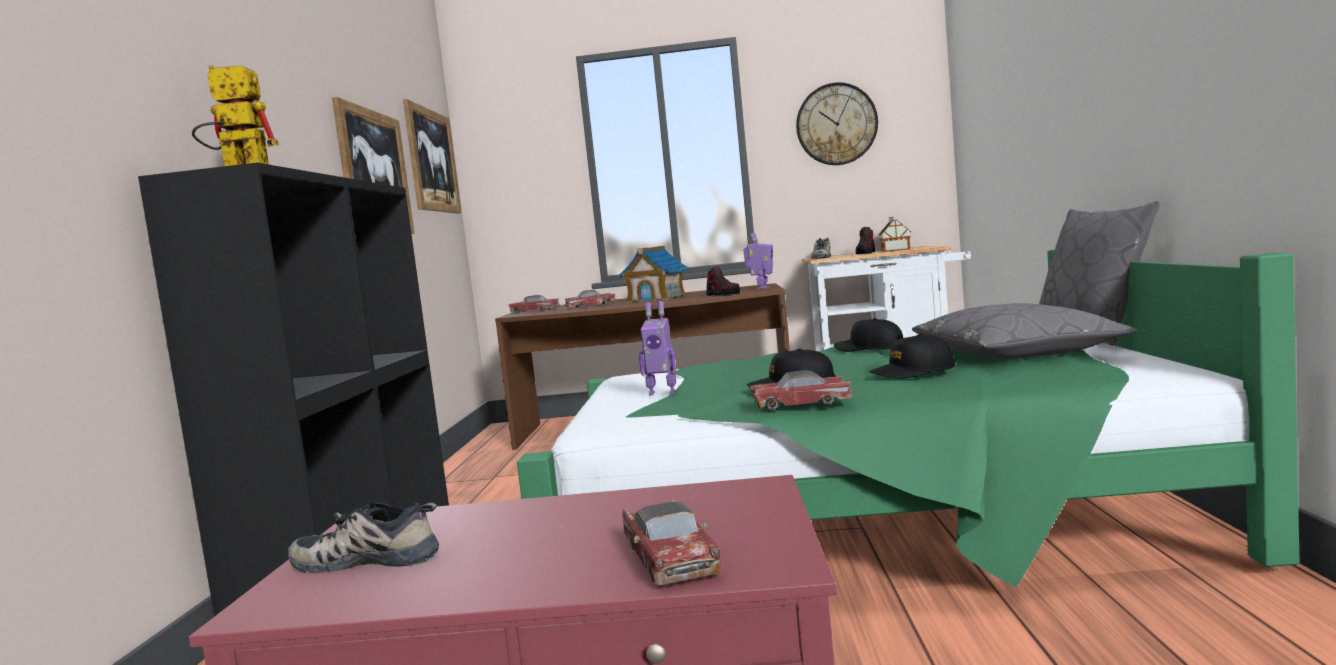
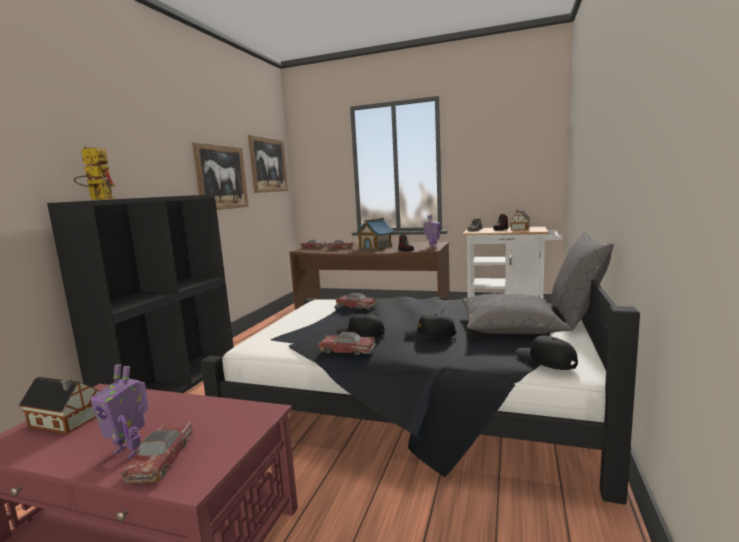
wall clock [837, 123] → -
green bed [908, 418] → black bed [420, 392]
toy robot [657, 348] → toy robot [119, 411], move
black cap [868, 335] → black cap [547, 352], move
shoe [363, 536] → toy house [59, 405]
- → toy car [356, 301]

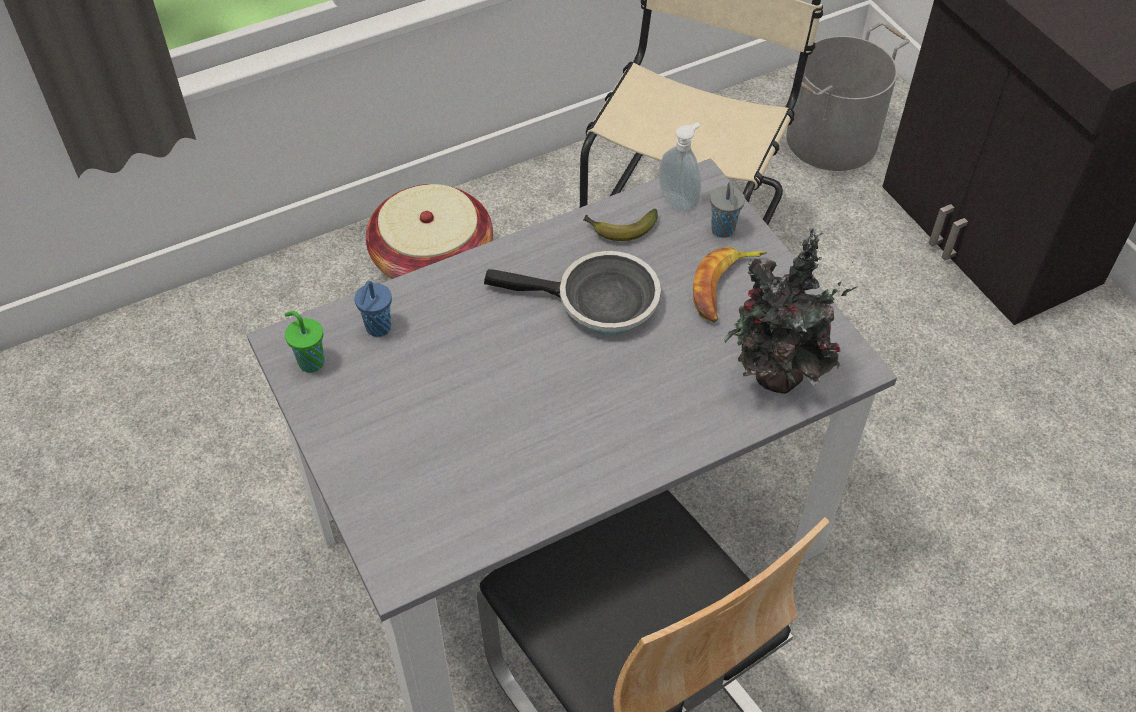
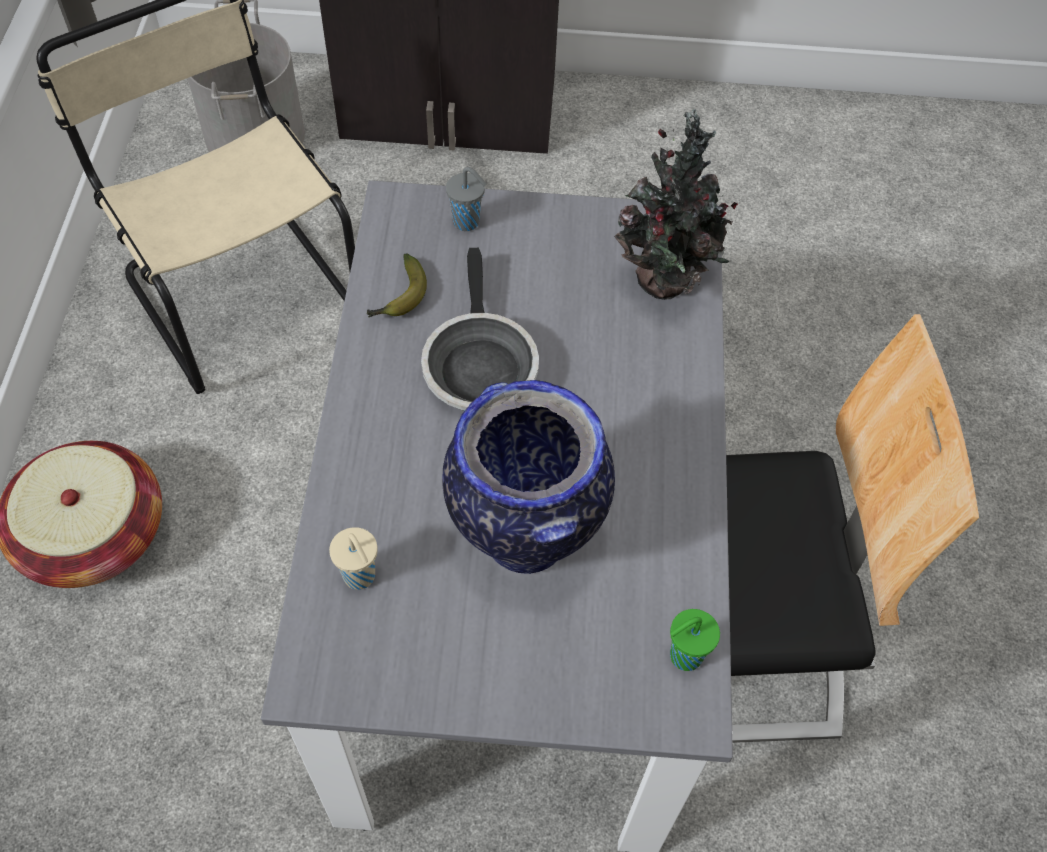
soap dispenser [680, 167] → -
banana [730, 284] → -
frying pan [572, 292] → frying pan [480, 329], 135 degrees clockwise
blue cup [373, 309] → beige cup [353, 558]
green cup [304, 342] → green cup [695, 640], move
- → vase [528, 477]

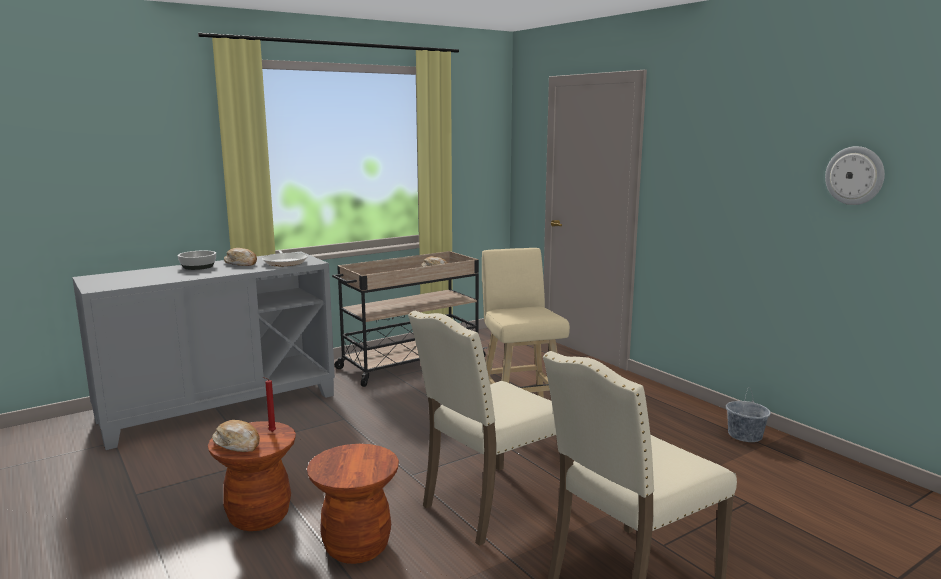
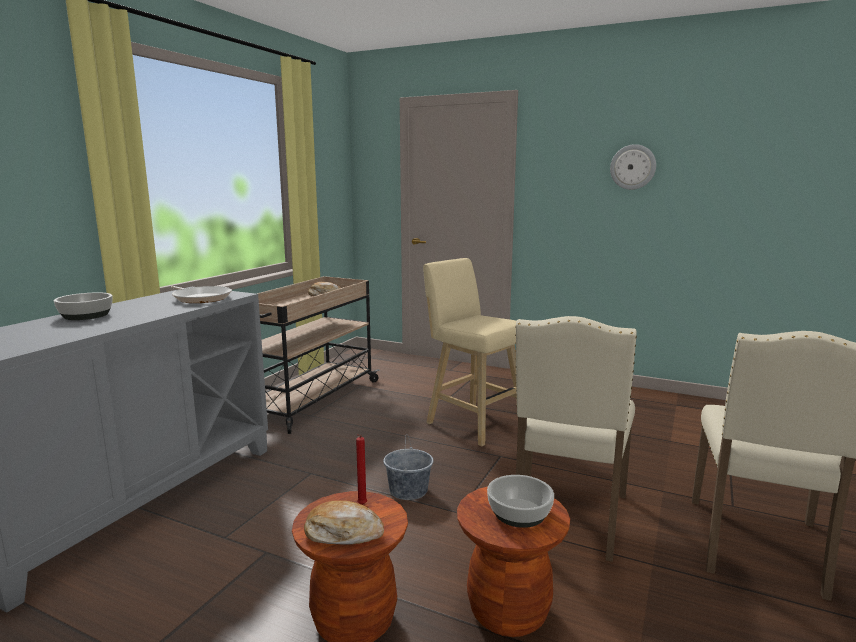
wall clock [855, 175] → wall clock [633, 167], move
bread [240, 257] → -
grey bucket [748, 414] → grey bucket [408, 467], move
- → bowl [520, 501]

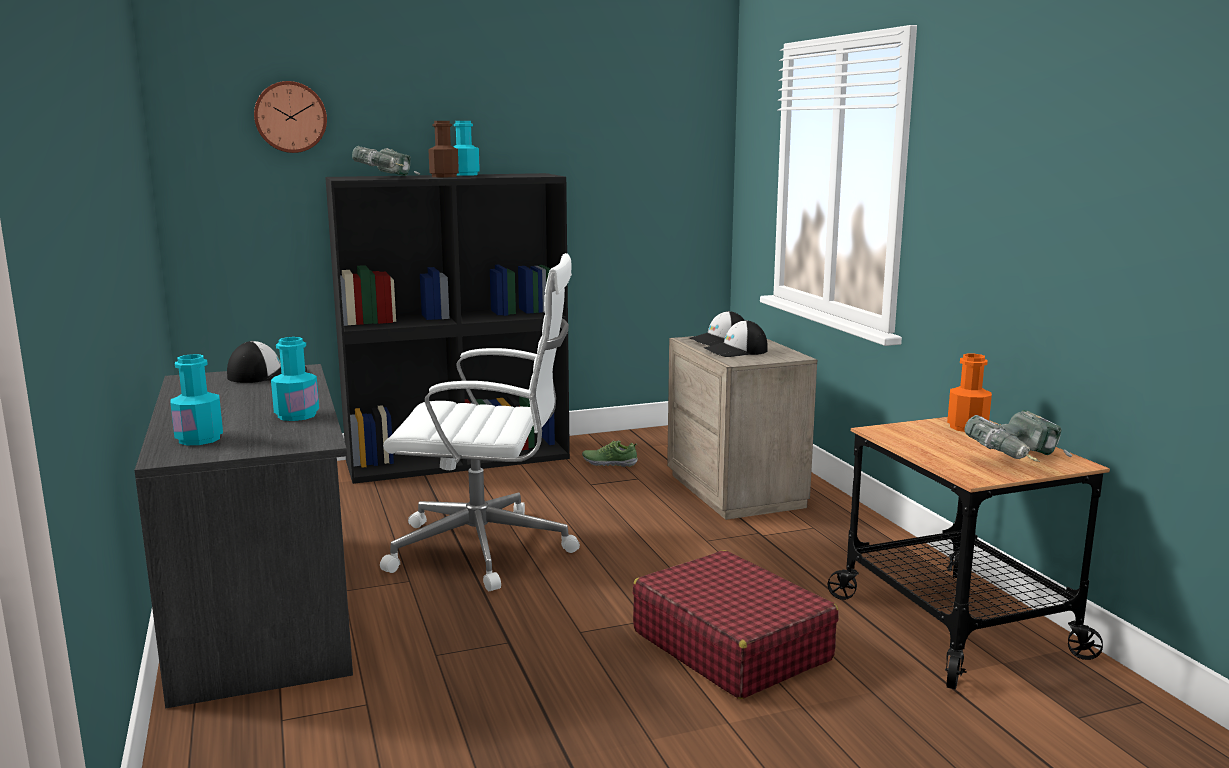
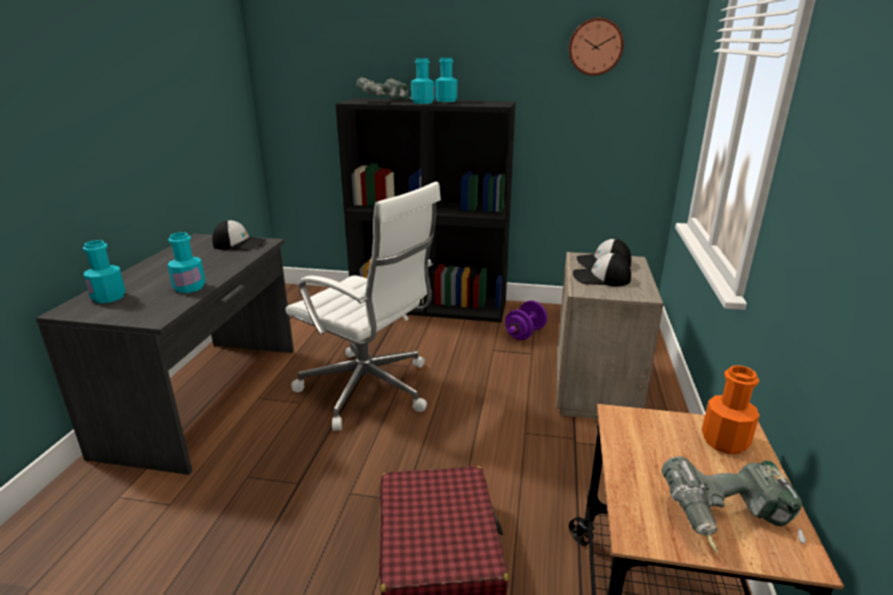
wall clock [290, 117] → wall clock [596, 47], move
brown bottle [443, 149] → turquoise bottle [422, 81]
shoe [610, 453] → purple dumbbell [526, 320]

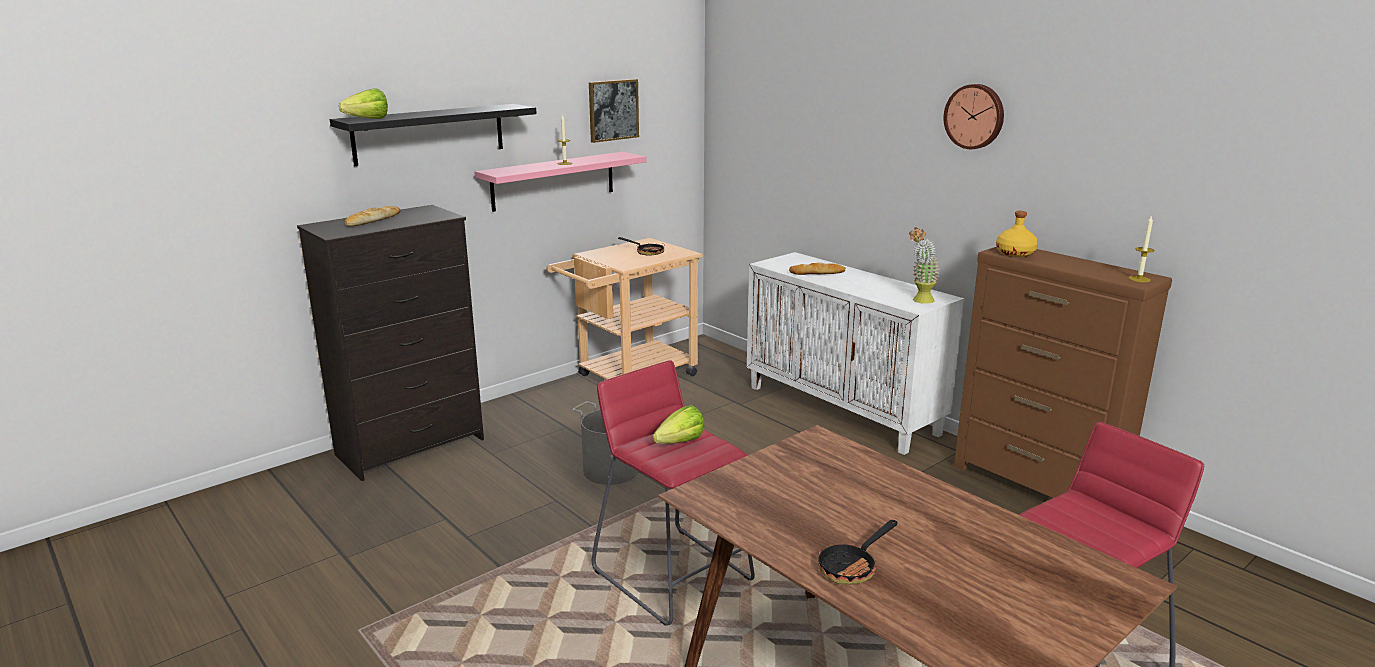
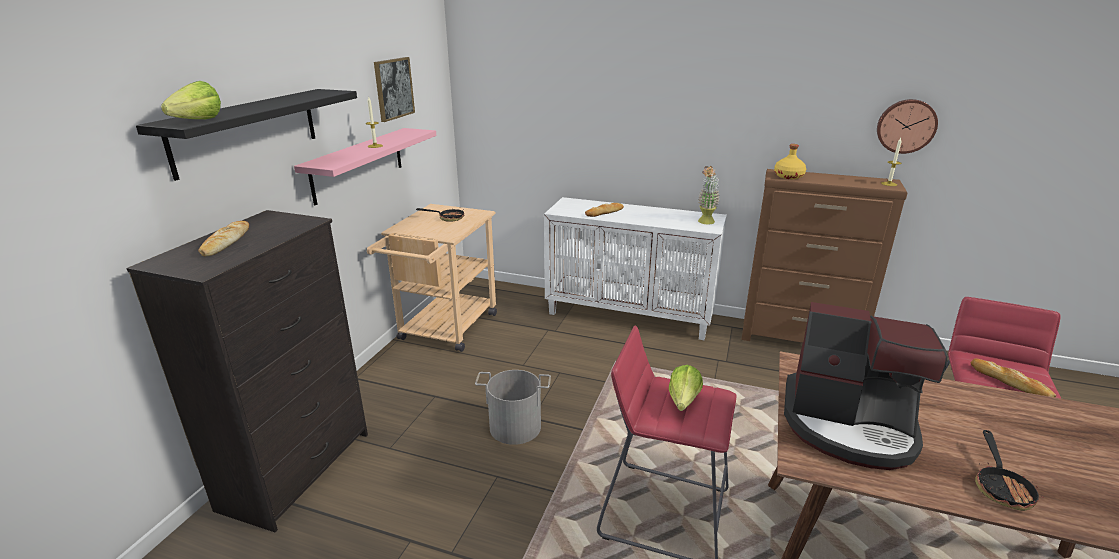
wall clock [973, 116] → wall clock [907, 126], move
- → coffee machine [866, 386]
- → bread [1013, 378]

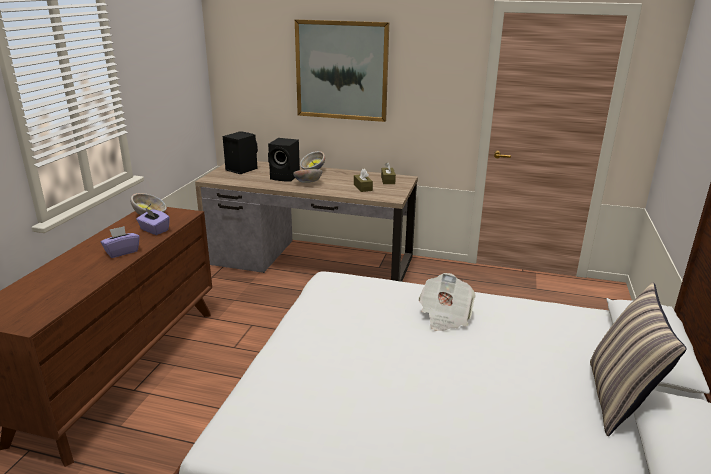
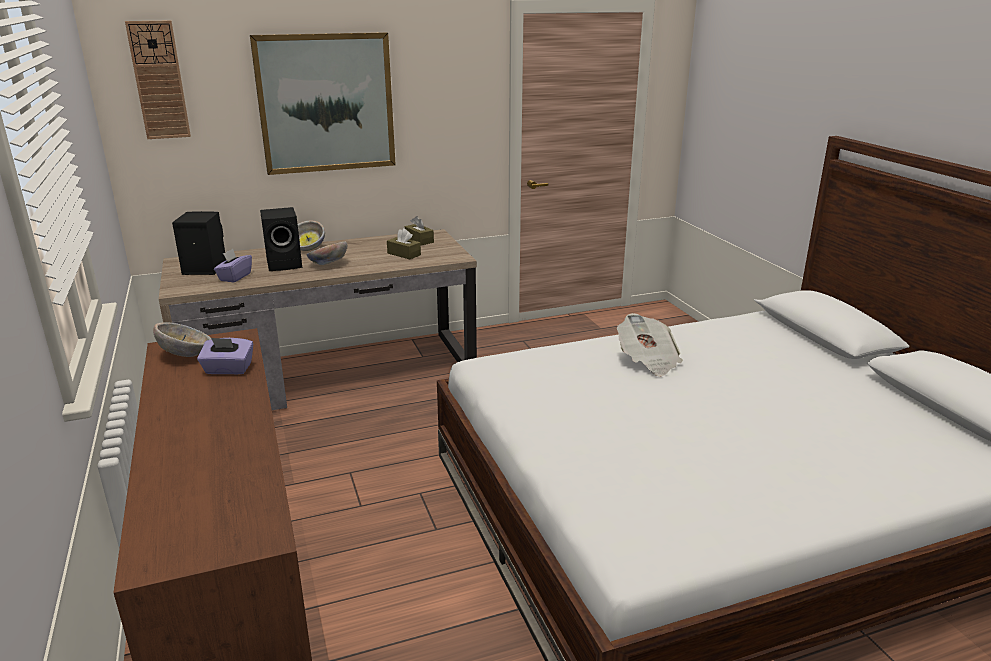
purple tissue box [120, 242] → purple tissue box [233, 265], move
pillow [638, 359] → -
- → wall clock [158, 80]

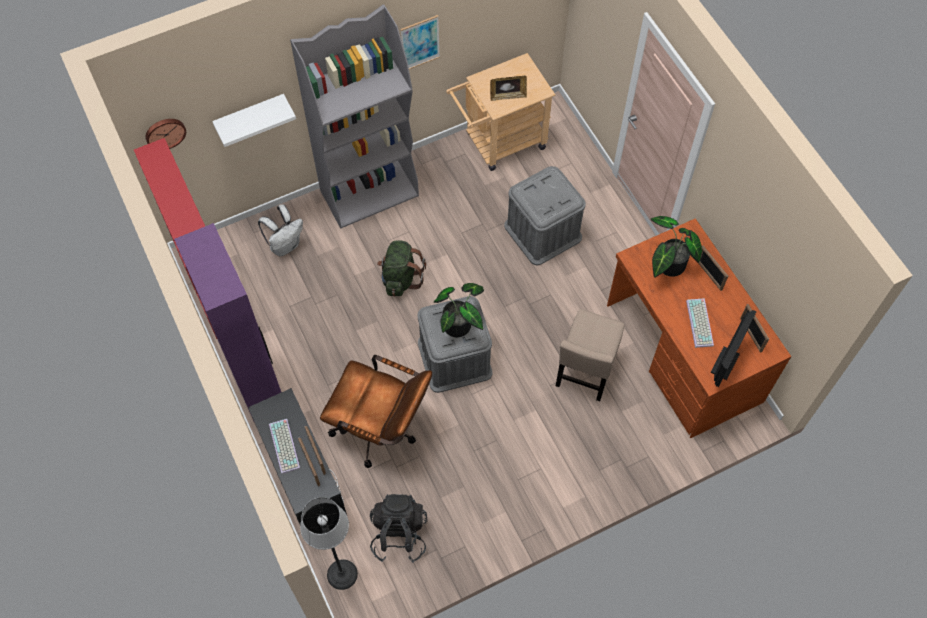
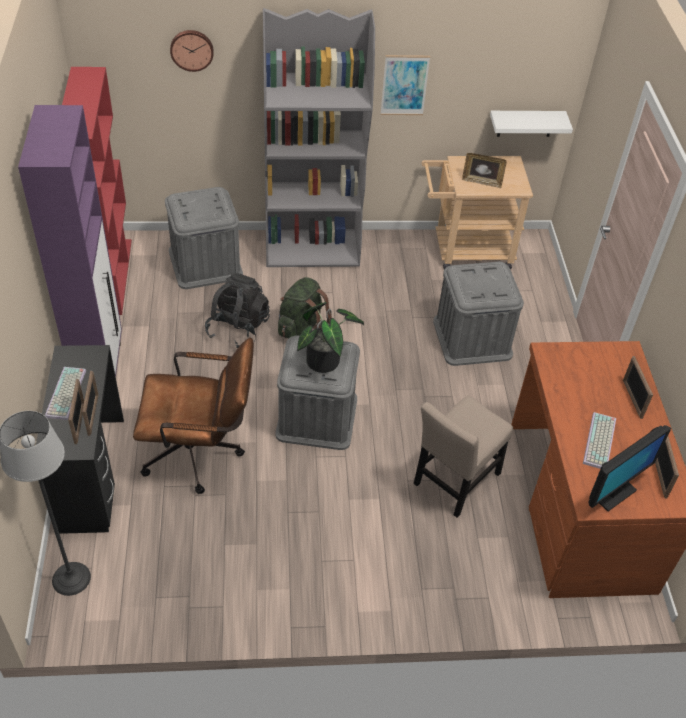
white shelf [254, 120] → white shelf [531, 124], move
wall clock [165, 134] → wall clock [192, 51], move
white backpack [280, 230] → grey storage box [204, 238]
potted plant [676, 247] → -
brown office chair [376, 411] → brown office chair [193, 415], 45 degrees counterclockwise
black backpack [398, 528] → black backpack [237, 310], move

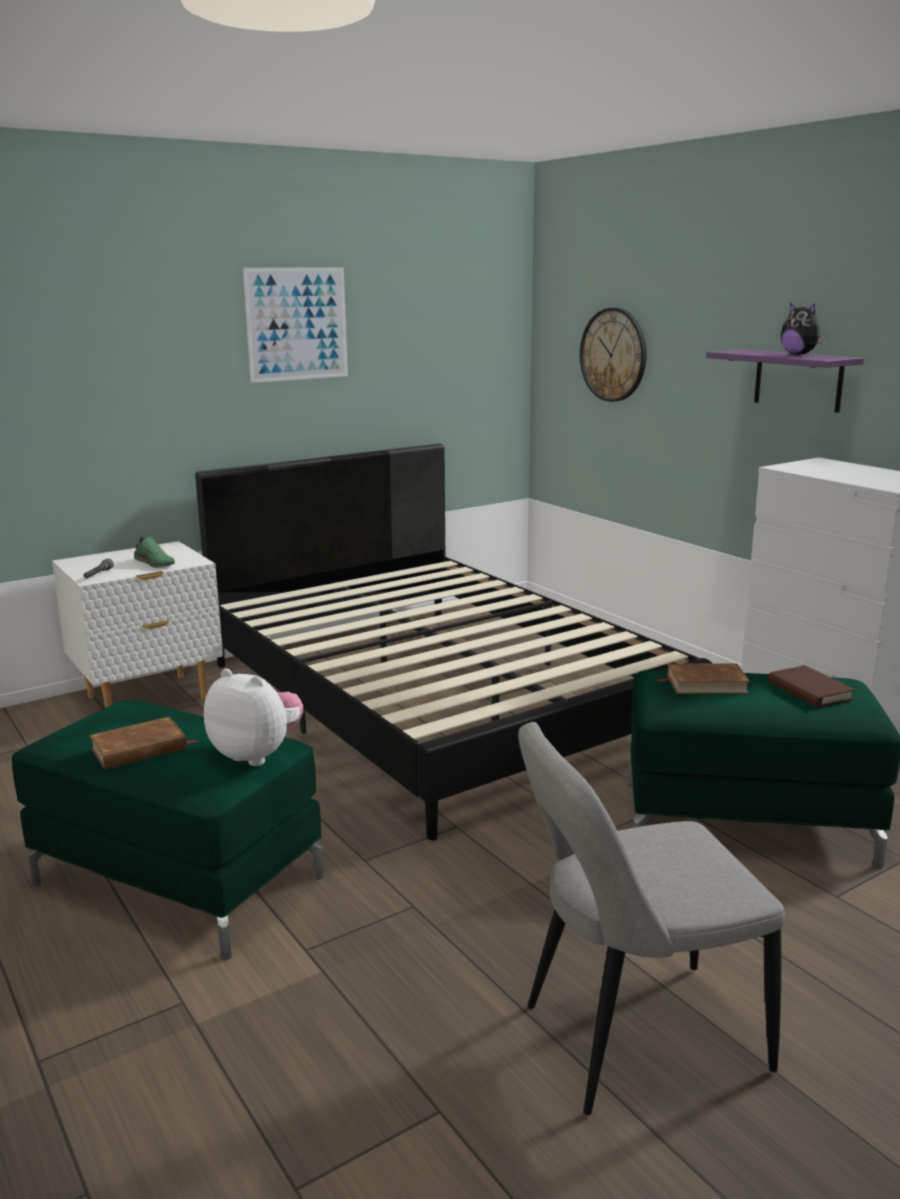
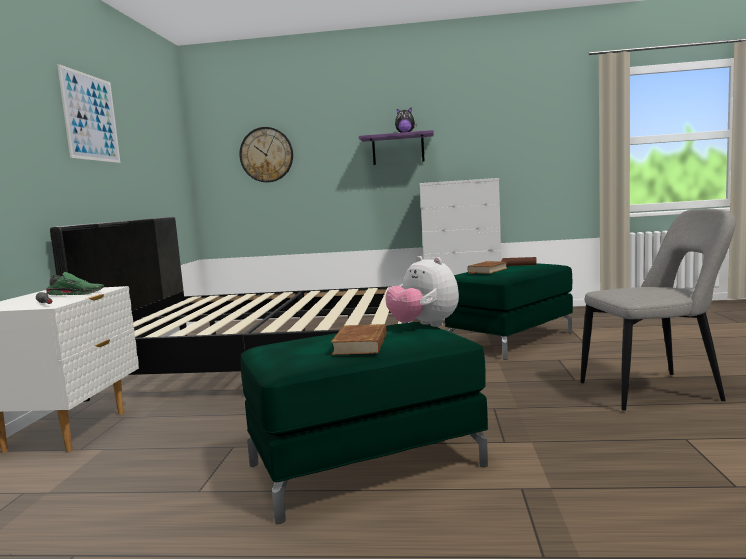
plush toy [253, 717] → plush toy [422, 291], 105 degrees counterclockwise
grey chair [651, 918] → grey chair [658, 310], 120 degrees counterclockwise

